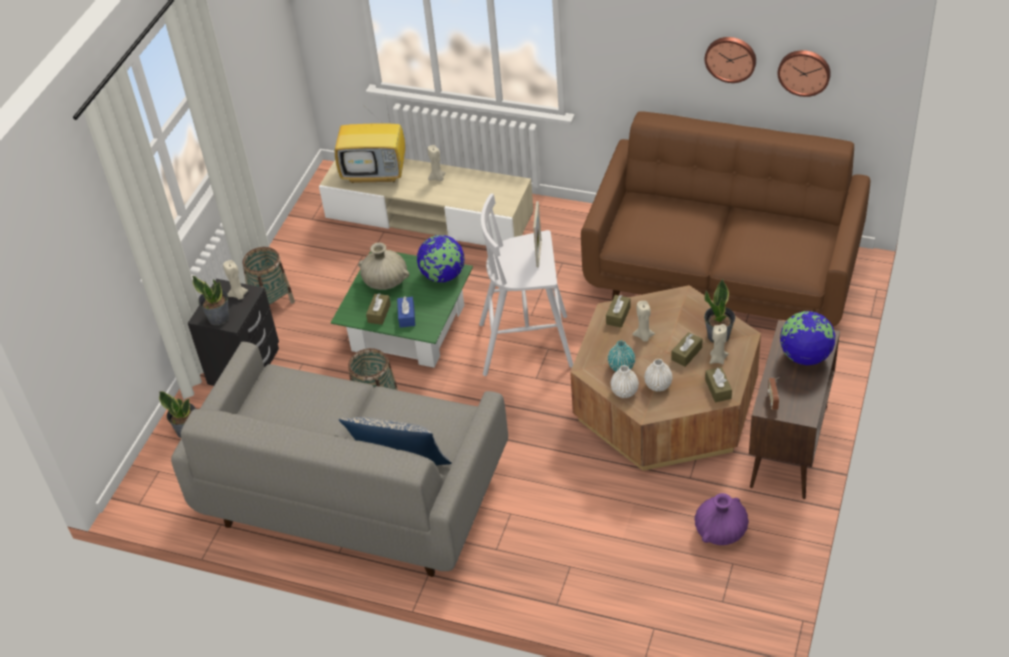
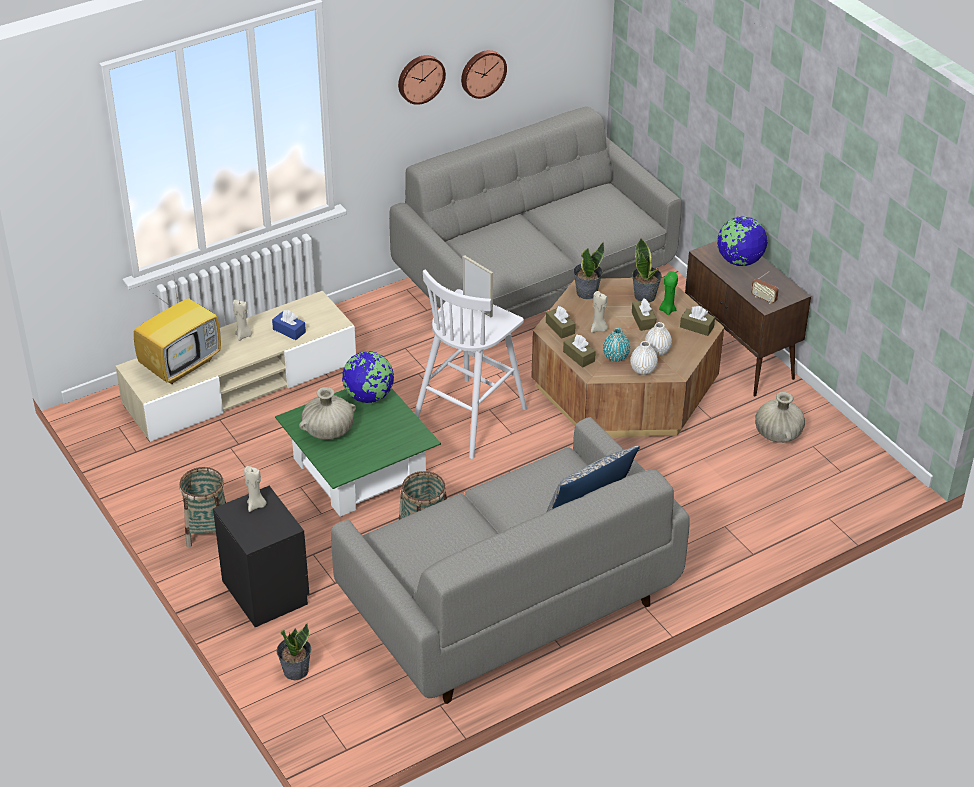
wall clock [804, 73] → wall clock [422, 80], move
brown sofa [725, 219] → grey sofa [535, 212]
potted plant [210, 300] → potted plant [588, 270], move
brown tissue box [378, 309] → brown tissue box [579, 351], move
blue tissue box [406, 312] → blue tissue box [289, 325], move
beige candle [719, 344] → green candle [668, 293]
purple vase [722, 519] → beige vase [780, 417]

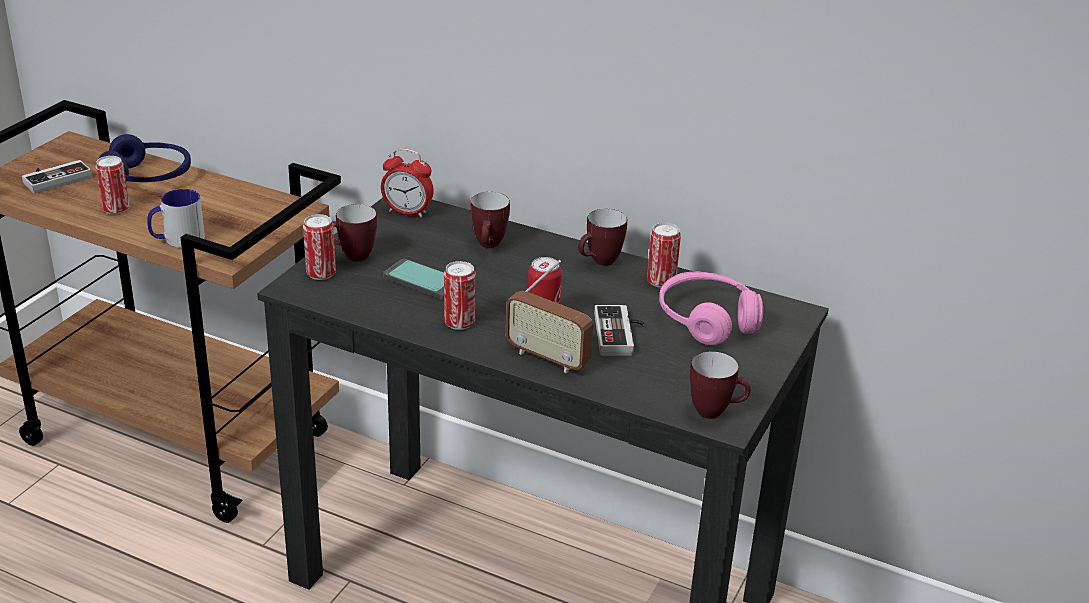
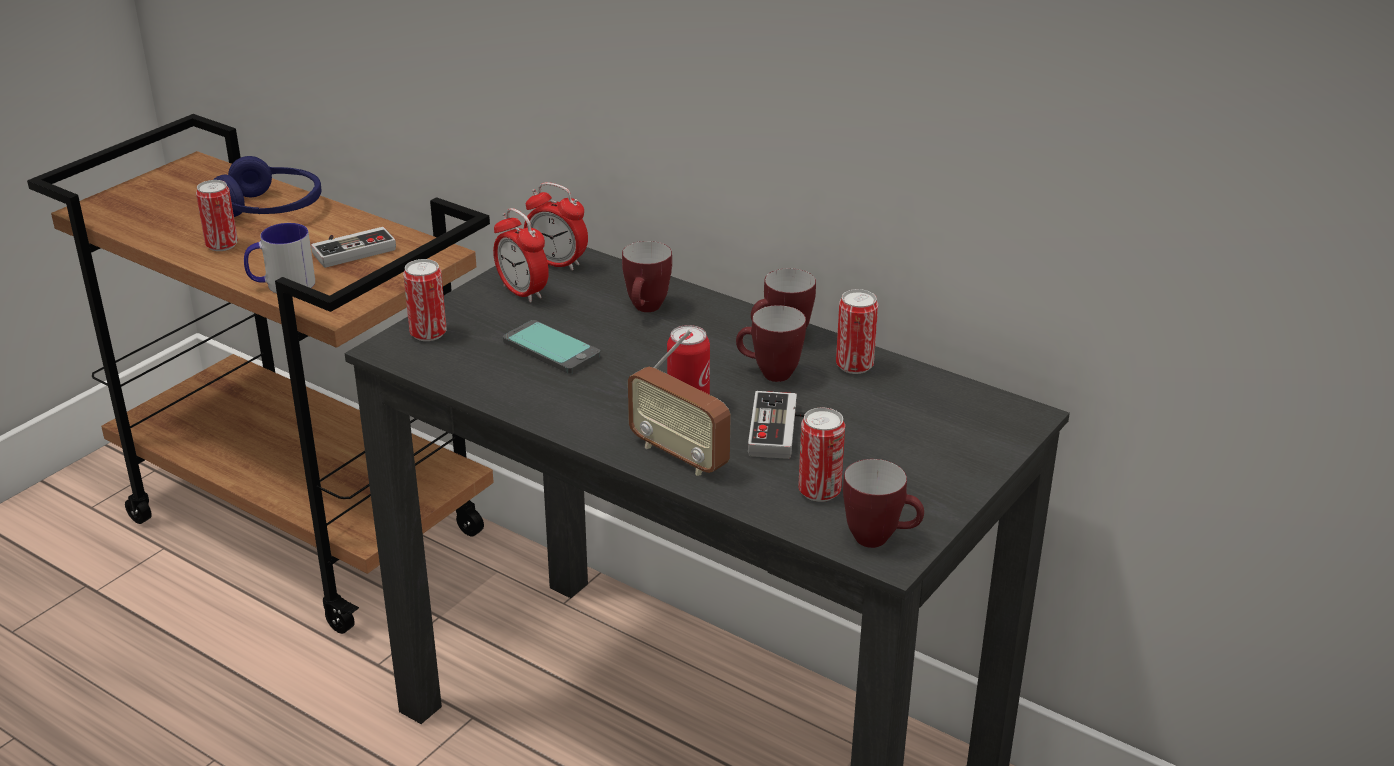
game controller [57, 177] → game controller [353, 247], move
mug [354, 233] → mug [771, 343], move
can [460, 295] → can [821, 455], move
pink headphones [711, 308] → -
- → alarm clock [521, 255]

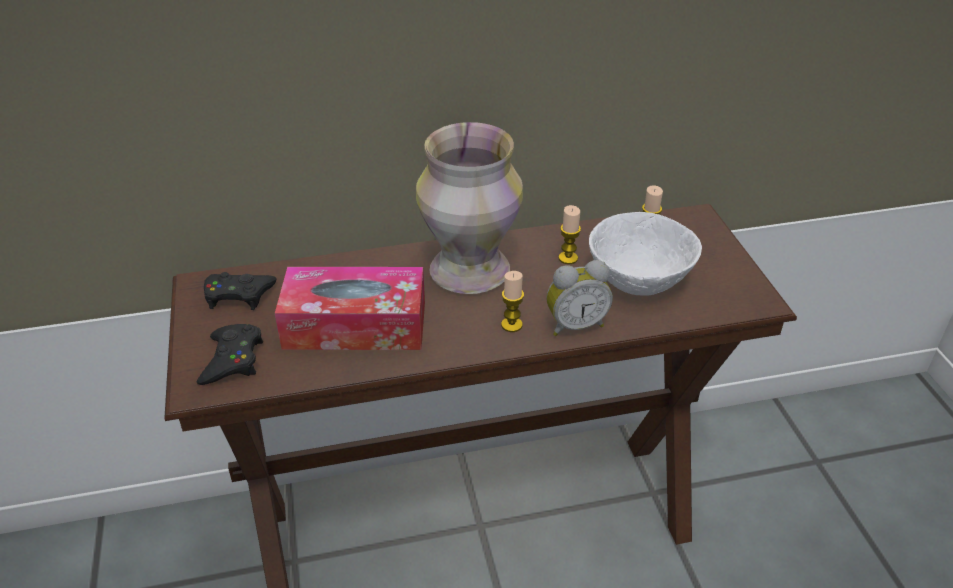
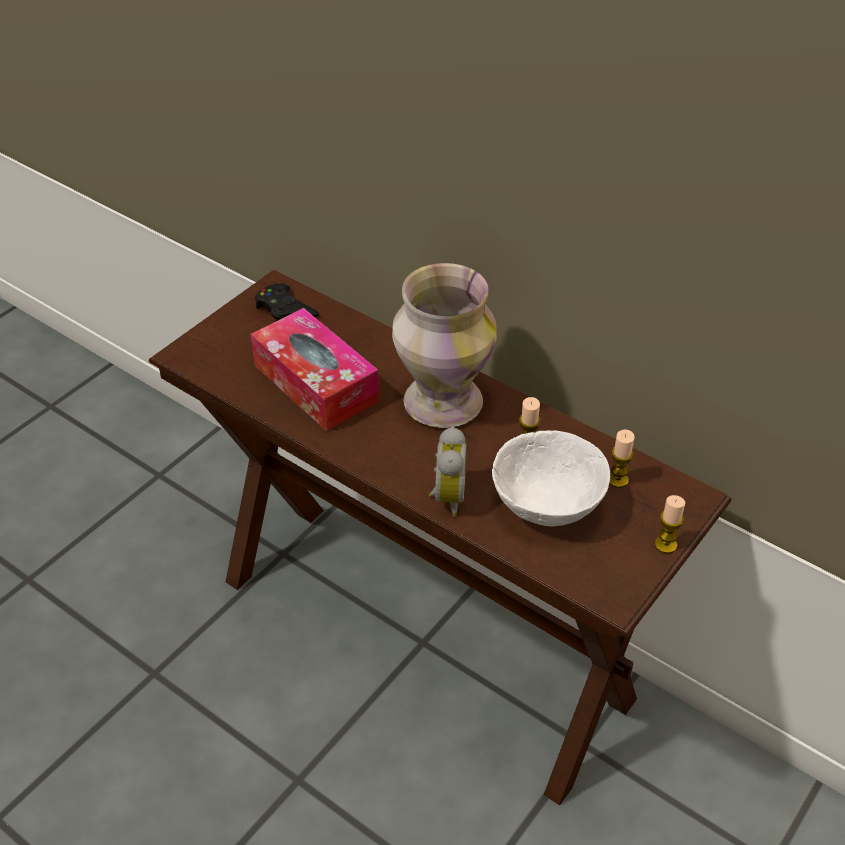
alarm clock [579, 298] → alarm clock [448, 471], 120 degrees counterclockwise
candle [512, 301] → candle [670, 524], move
black game controller [230, 354] → -

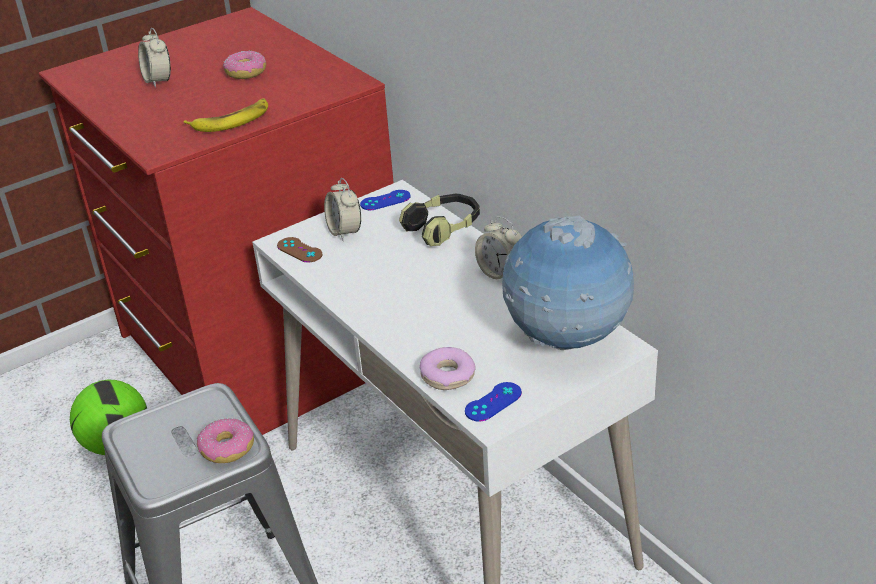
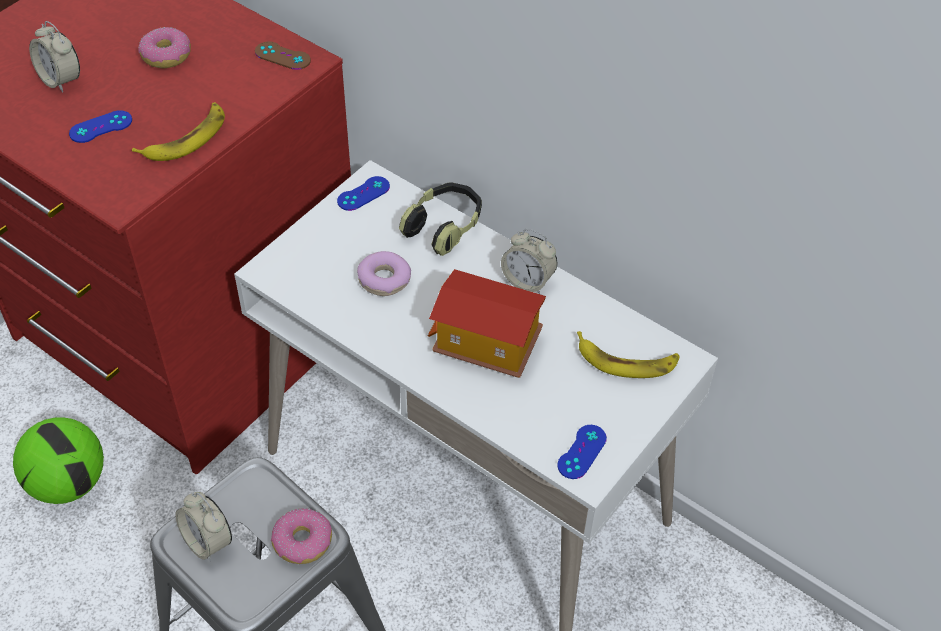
alarm clock [342, 209] → alarm clock [203, 527], move
globe [568, 283] → banana [628, 354]
brown game controller [300, 250] → brown game controller [283, 55], move
donut [448, 368] → donut [384, 273], move
- → blue game controller [100, 126]
- → toy house [487, 323]

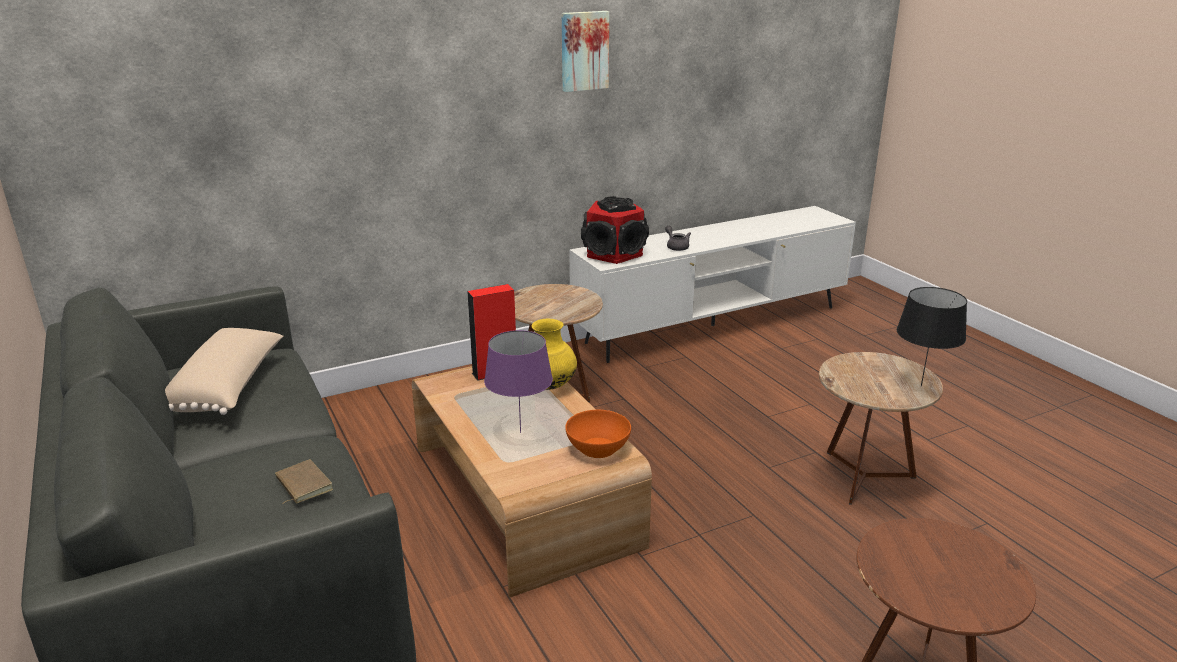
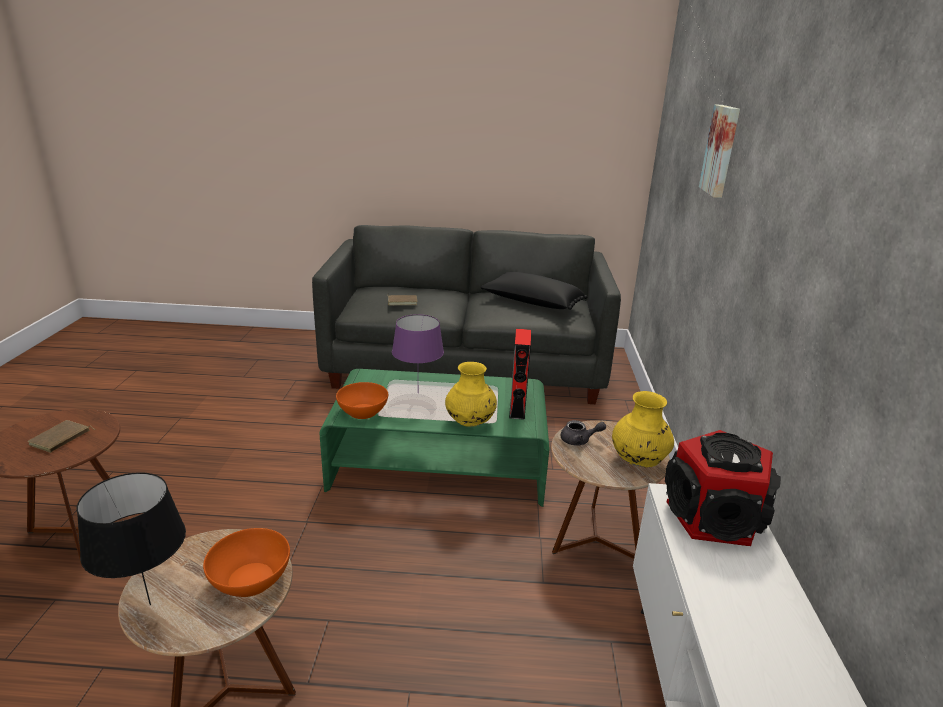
picture [585, 51] → picture [719, 151], move
grey teapot [678, 238] → grey teapot [583, 433], move
beige pillow [224, 371] → black pillow [534, 291]
brown coffee table [532, 481] → green coffee table [435, 438]
- → yellow vase [643, 429]
- → brown book [61, 436]
- → orange bowl [246, 562]

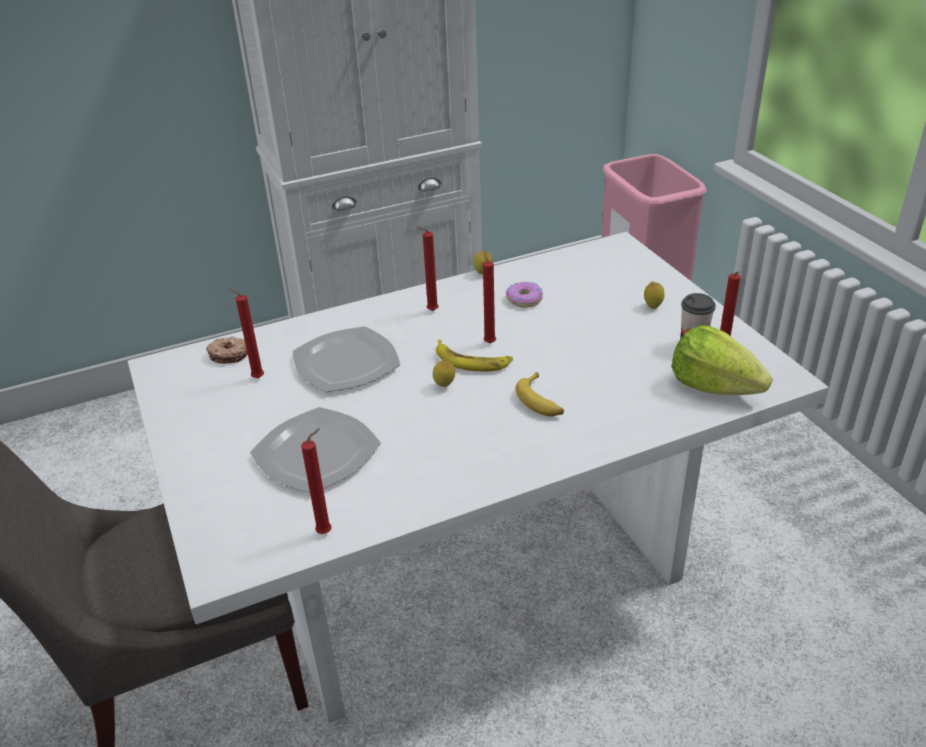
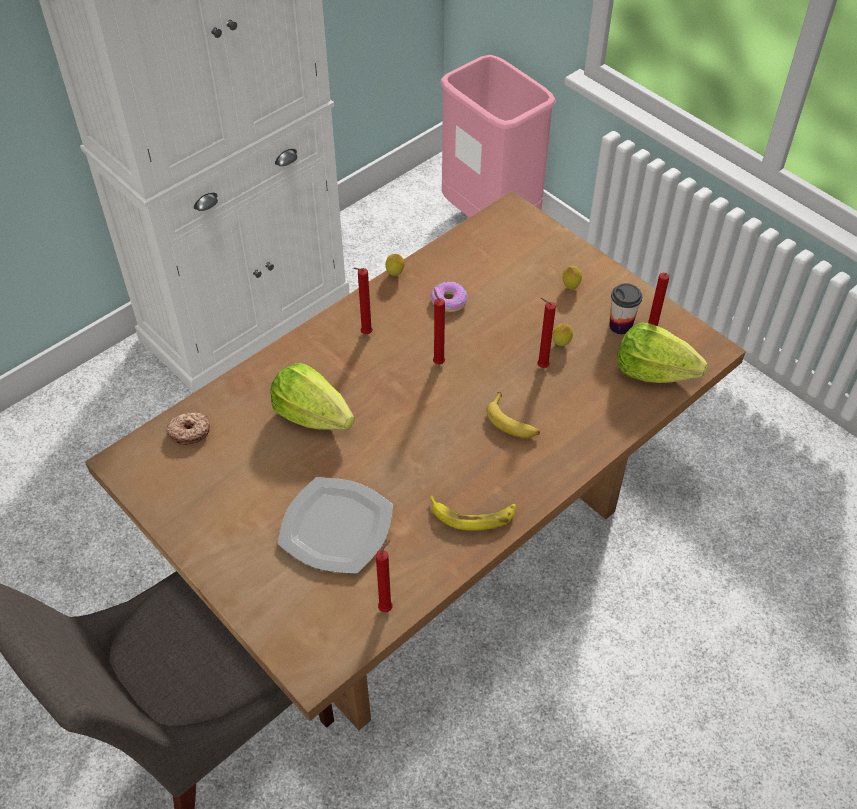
white dining table [478, 477] → brown dining table [415, 460]
red candle [246, 332] → red candle [546, 333], move
plate [346, 359] → lettuce [312, 396]
banana [474, 355] → banana [473, 513], move
lemon [444, 374] → lemon [562, 335], move

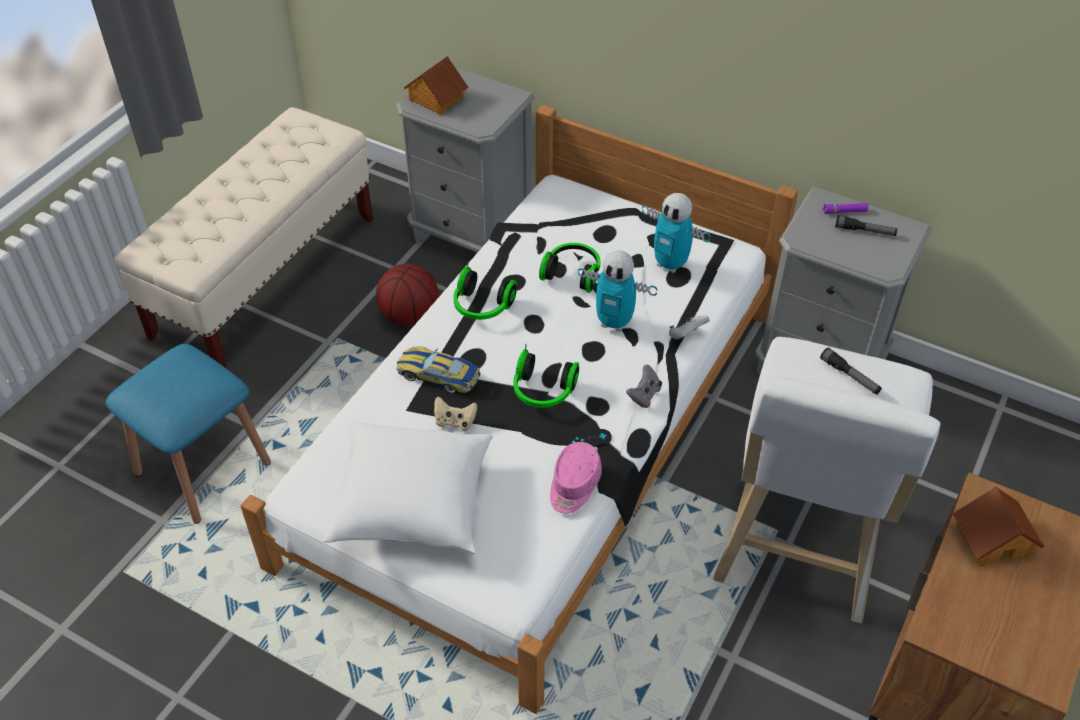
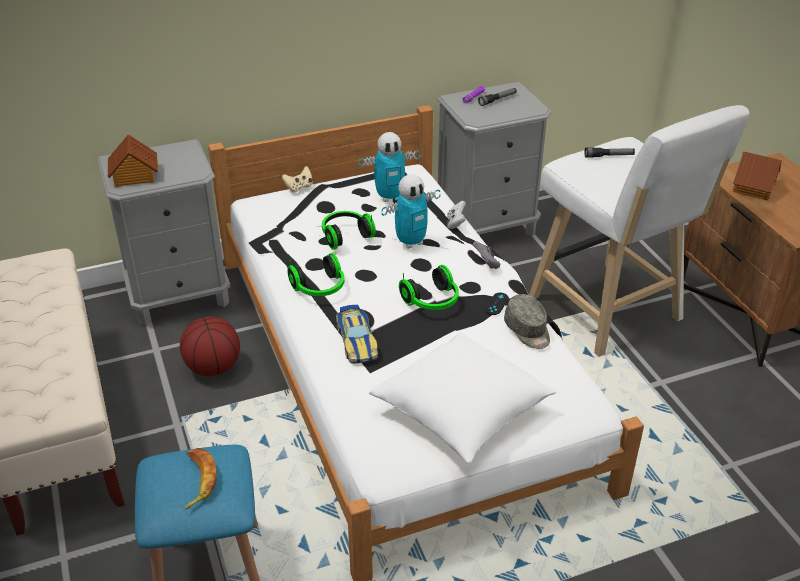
toy car [438, 370] → toy car [357, 334], 75 degrees counterclockwise
beige game controller [455, 413] → beige game controller [297, 179], move
pink cap [576, 478] → grey cap [527, 321]
- → banana [200, 478]

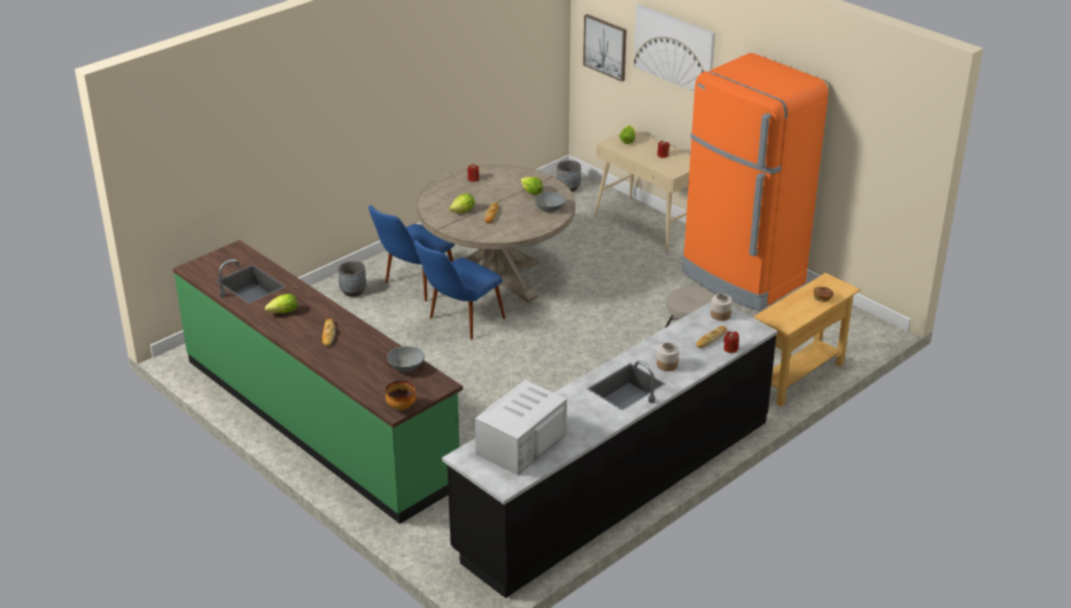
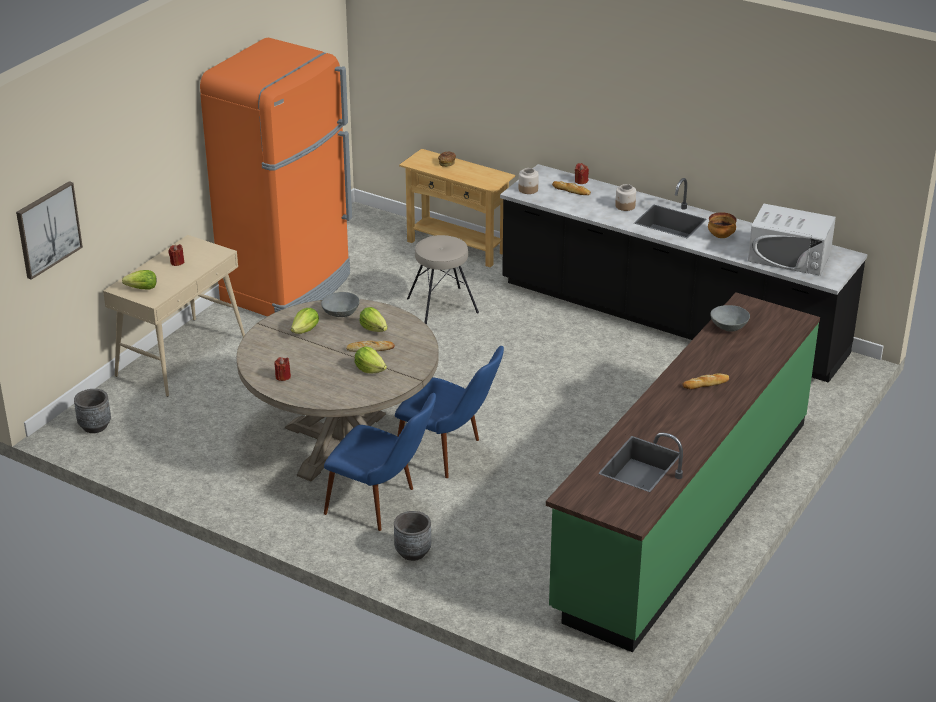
picture [674, 48] → -
lettuce [281, 303] → lettuce [374, 319], move
bowl [400, 395] → bowl [722, 225], move

